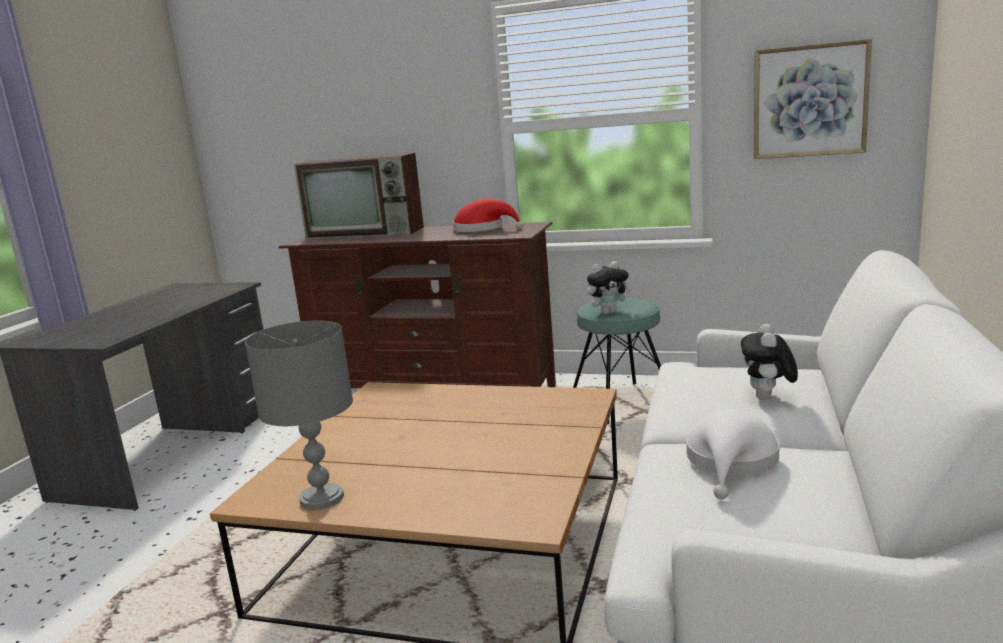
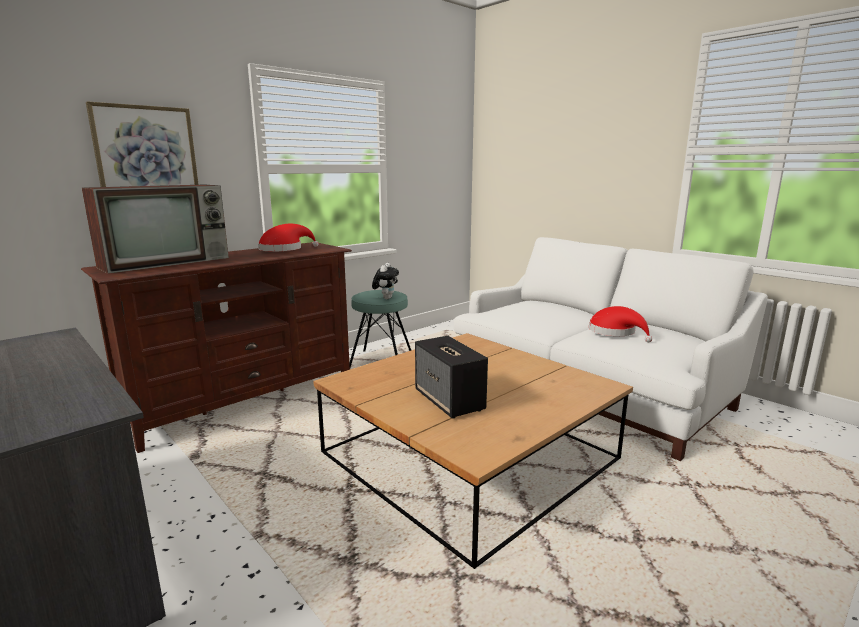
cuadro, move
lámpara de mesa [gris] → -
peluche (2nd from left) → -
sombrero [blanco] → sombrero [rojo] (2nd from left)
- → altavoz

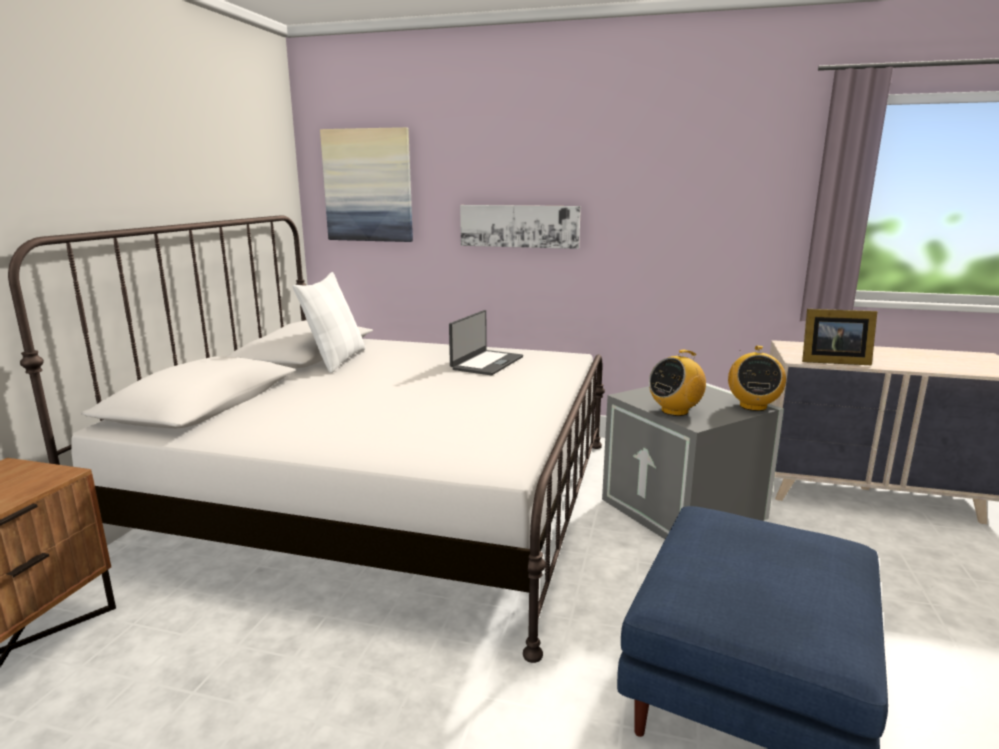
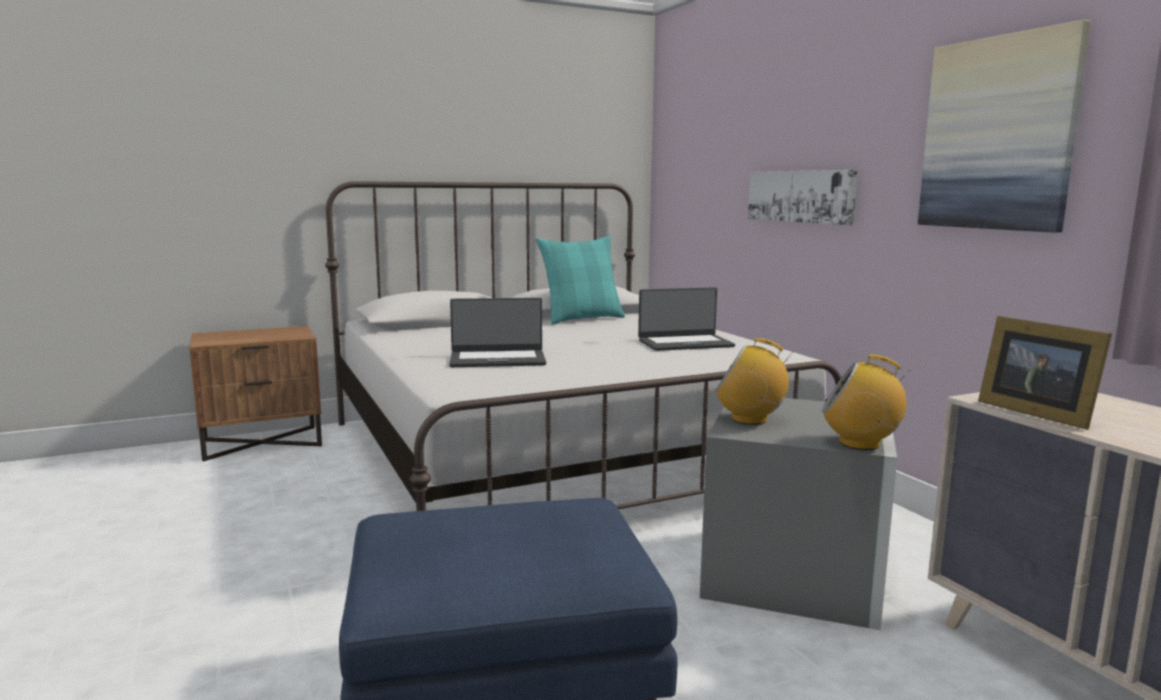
cuadro (1st from left in the first image) → cuadro (2nd from left), move
cojín [blanco] → cojín [turquesa]
radio (2nd from left), 45 degrees clockwise
- → portátil (1st from left)

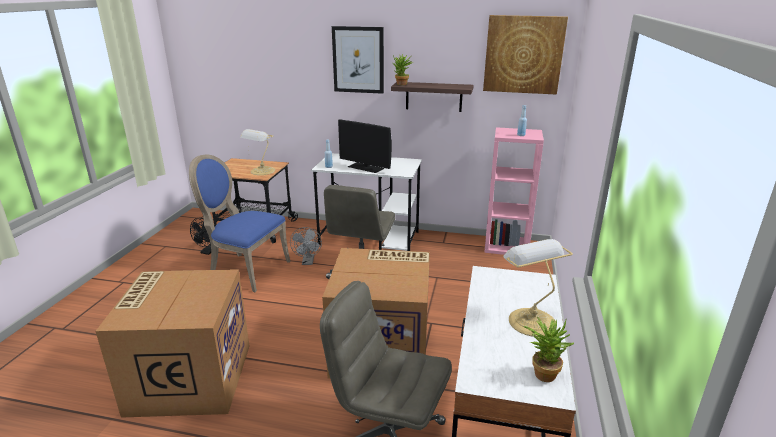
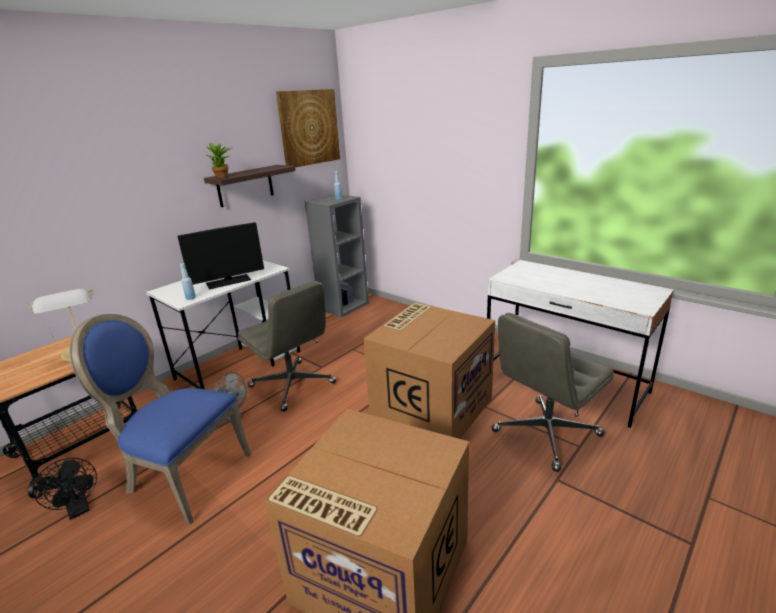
cuadro (1st from left) → -
estantería [rosa] → estantería [gris]
silla [azul], 60 degrees clockwise
lámpara de mesa (2nd from left) → -
planta en maceta (2nd from left) → -

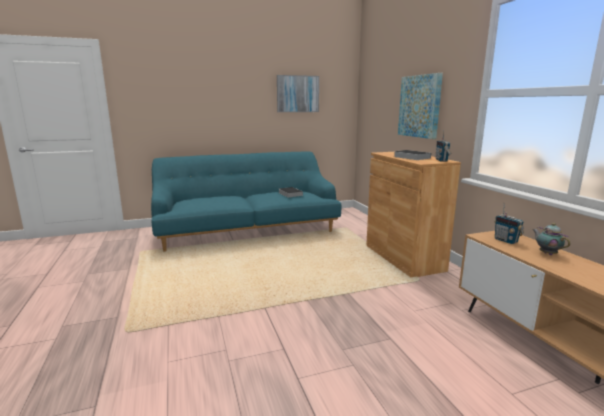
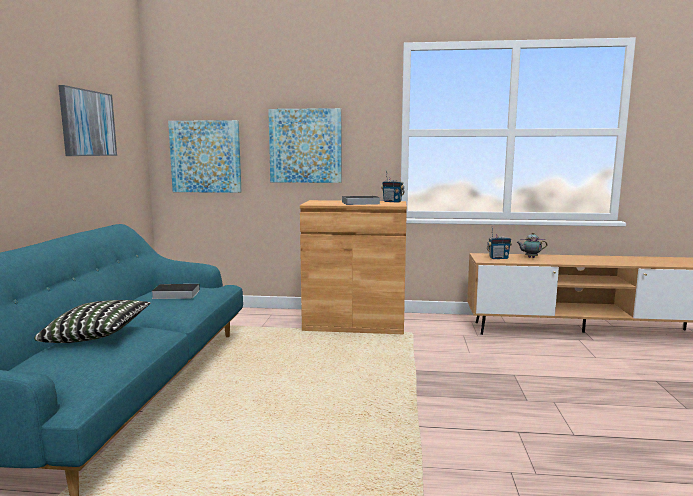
- → cuadro (2nd from left)
- → cojín

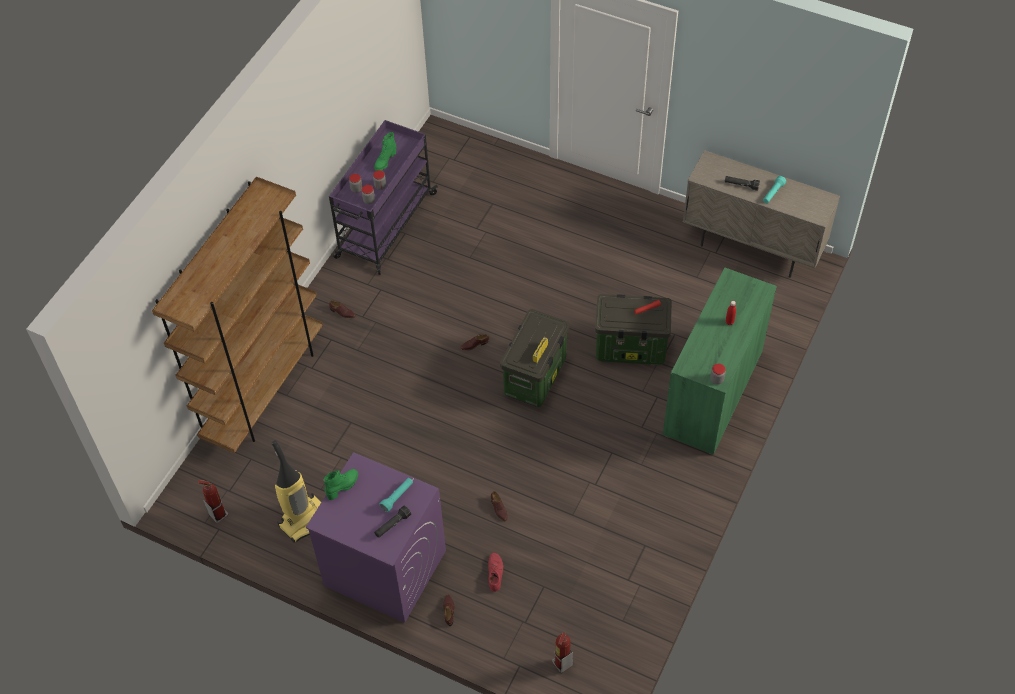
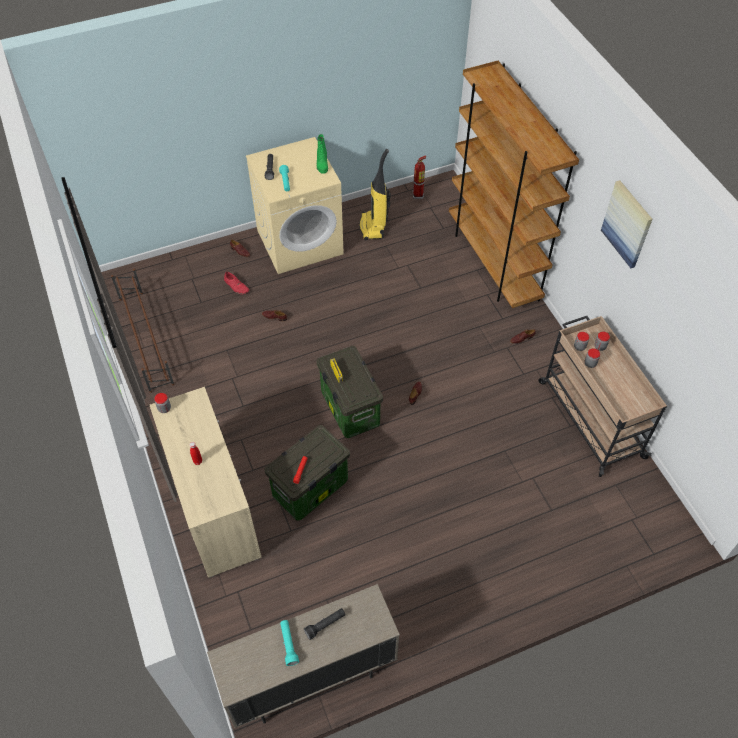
carrito [morado] → carrito [beis]
bota [verde] (2nd from left) → -
armario [verde] → armario [beis] (1st from left)
lavadora [morado] → lavadora [beis]
extintor (2nd from left) → -
- → cuadro
- → zapatero [marrón]

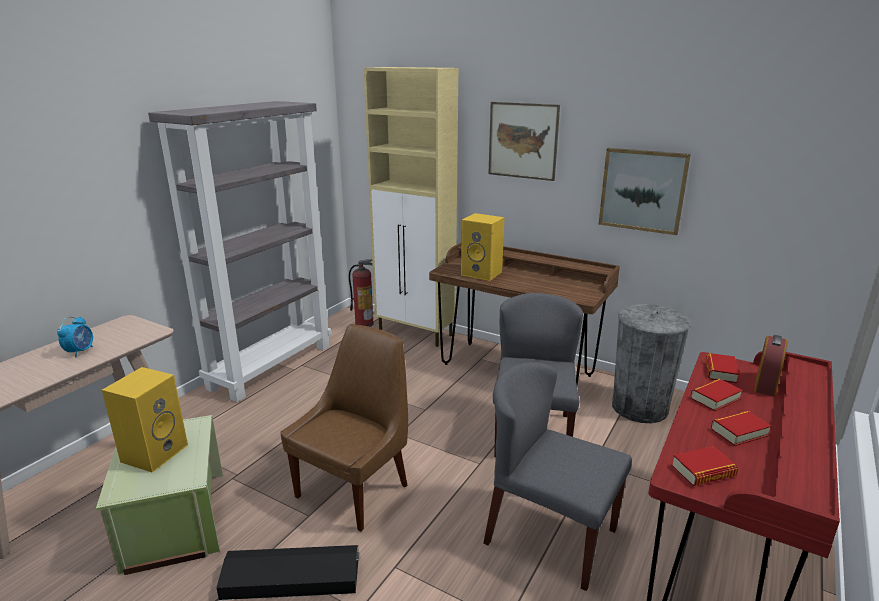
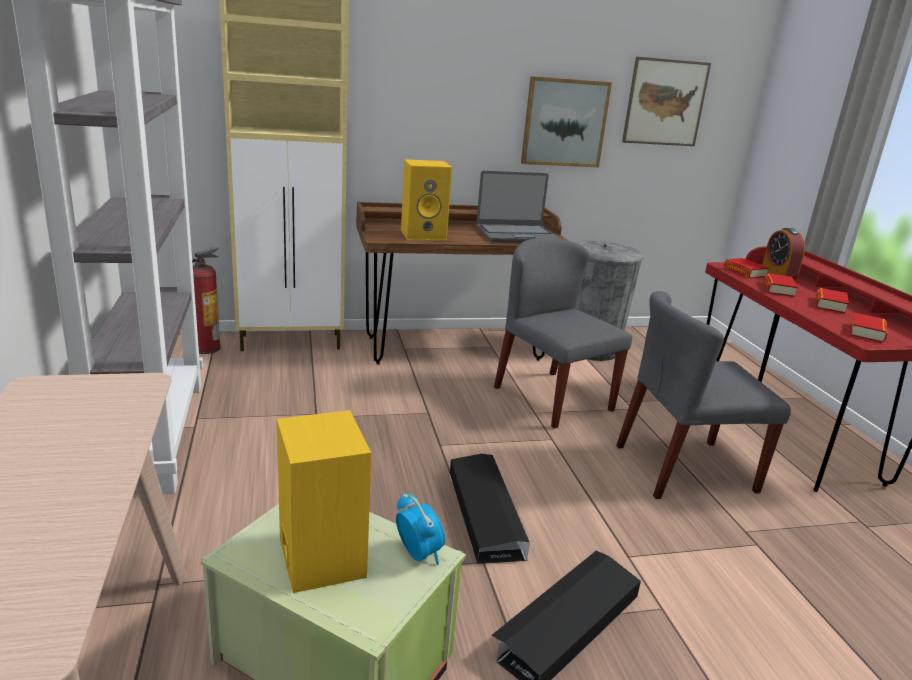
cuadro (1st from left in the first image) → cuadro (2nd from left), move
despertador (1st from left), move
silla [marrón] → caja de almacenaje [negro] (1st from left)
- → portátil

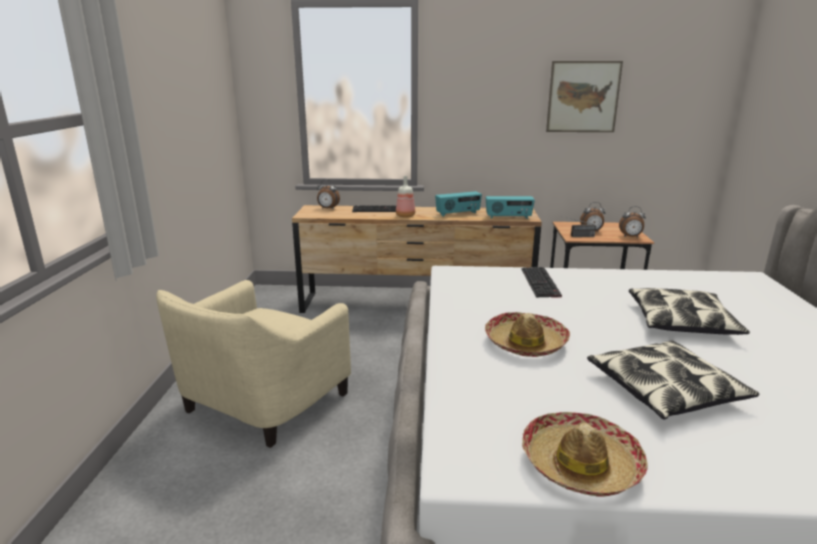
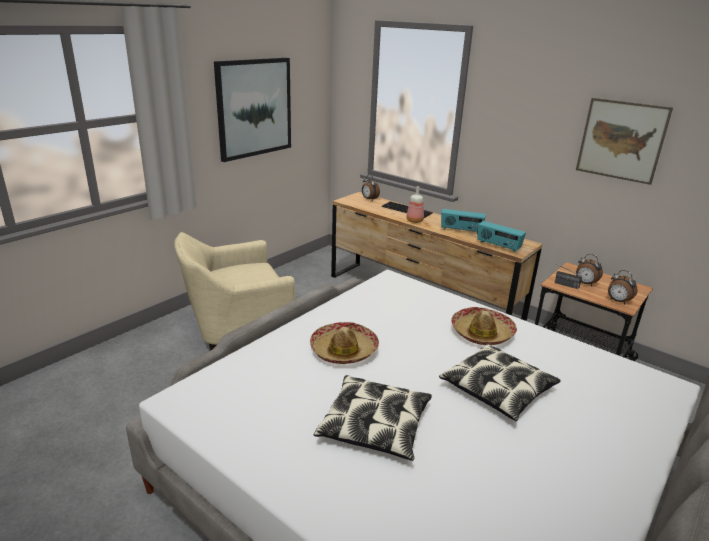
teclado (2nd from left) → -
sombrero (2nd from left), move
- → cuadro (1st from left)

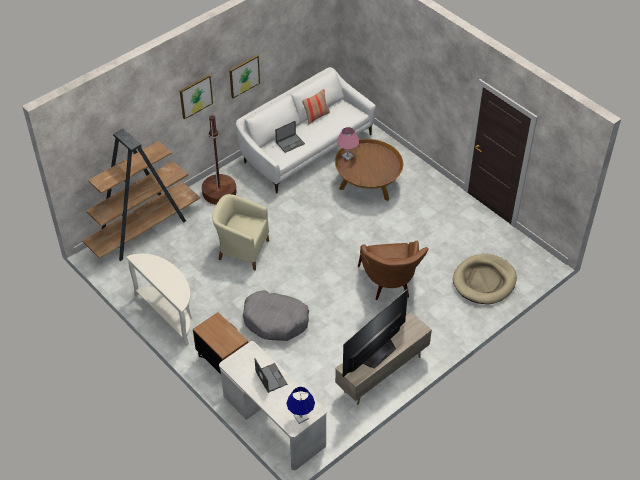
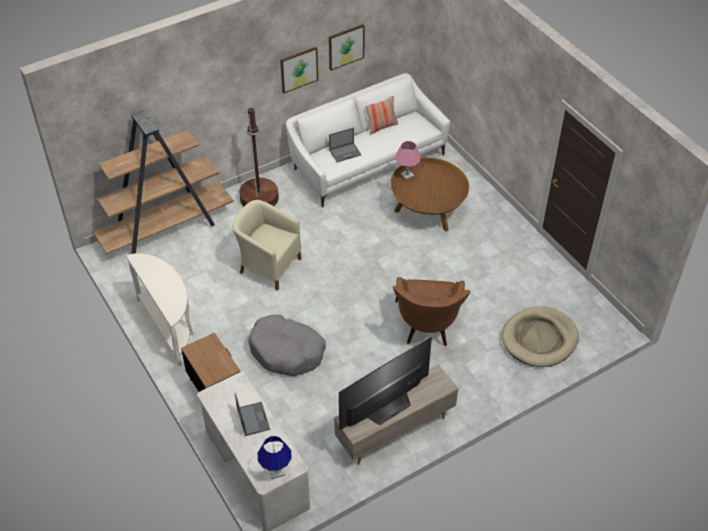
cuadro (1st from left in the first image) → cuadro (2nd from left), move

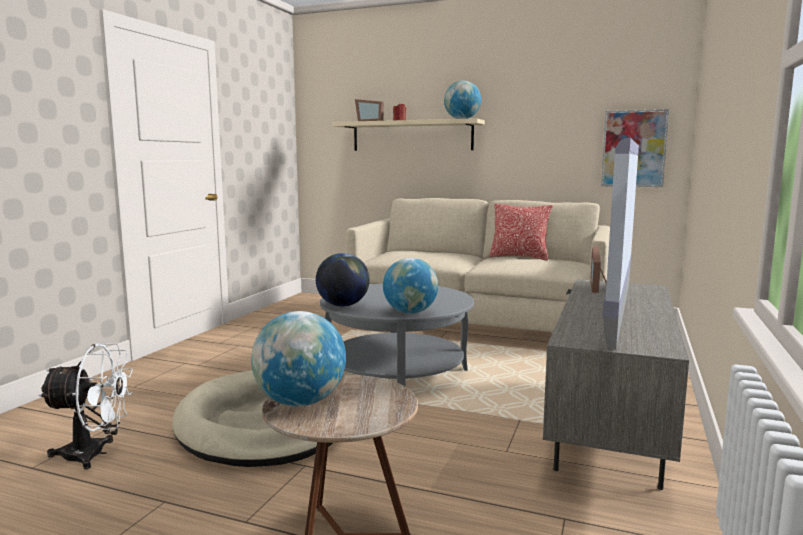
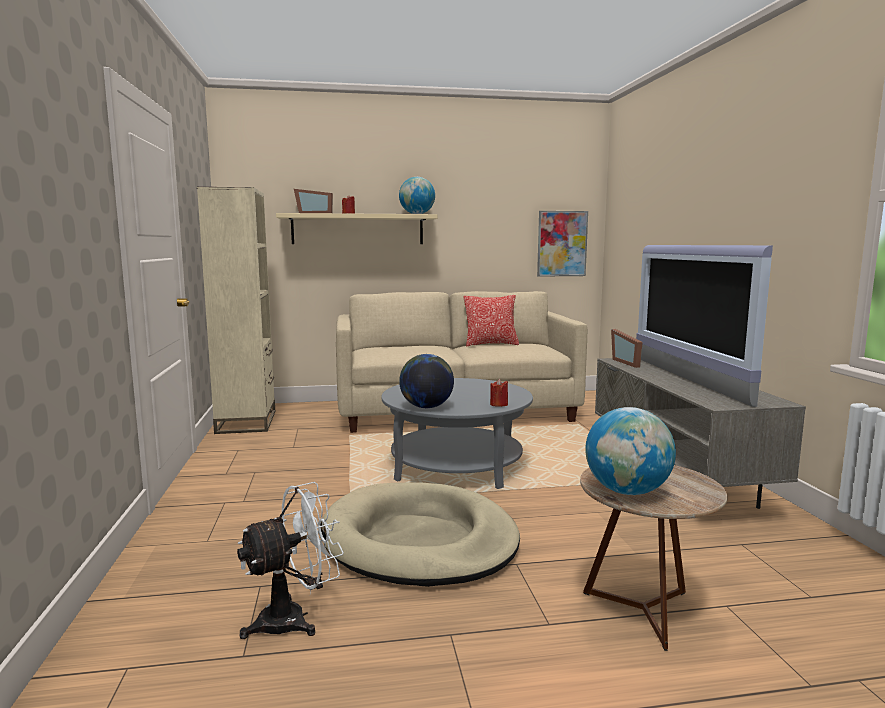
globo terráqueo (3rd from left) → vela [rojo] (2nd from left)
- → estantería [beis]

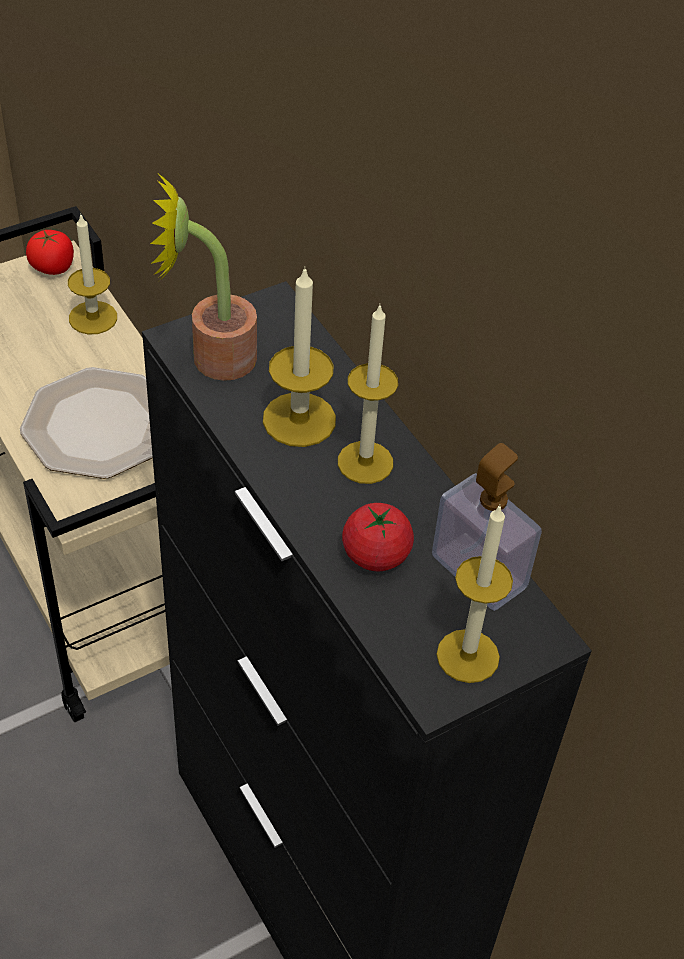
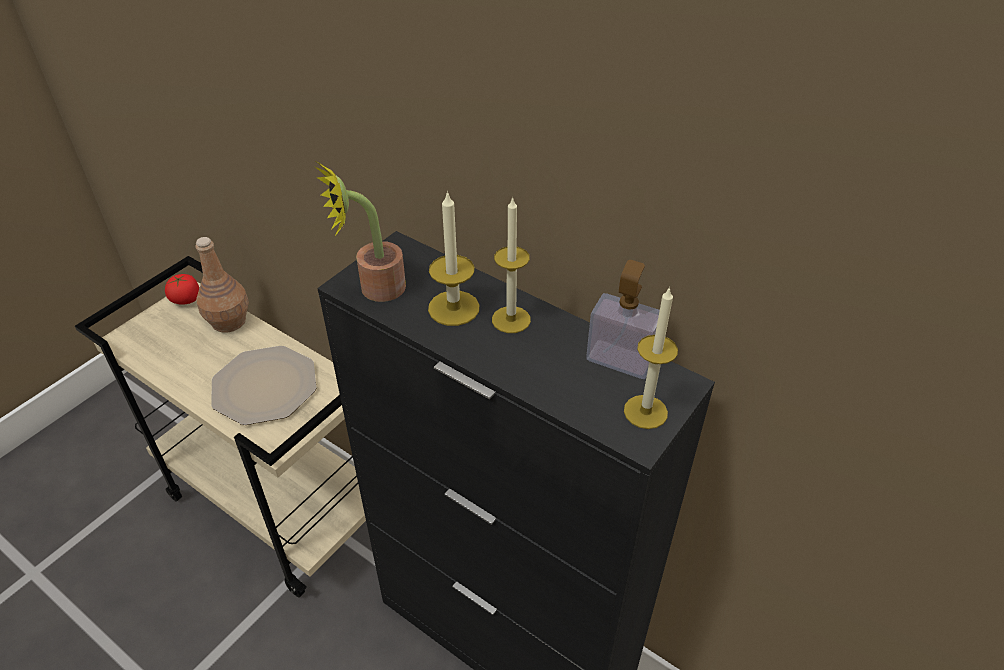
vela (1st from left) → botella [marrón]
tomate (2nd from left) → -

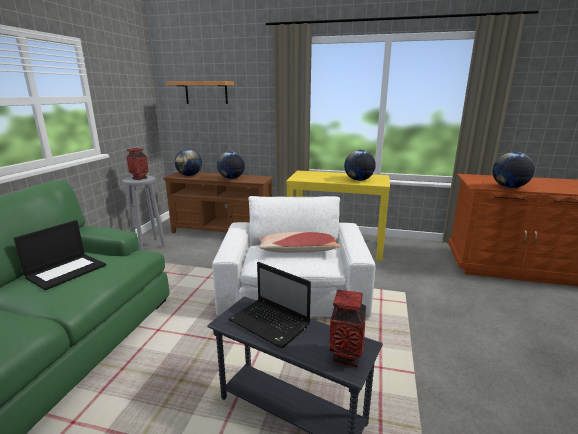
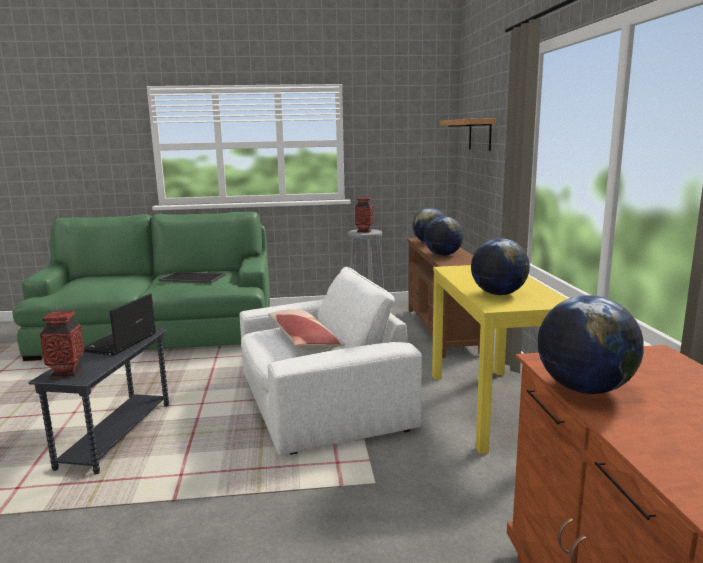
portátil (1st from left) → bandeja

